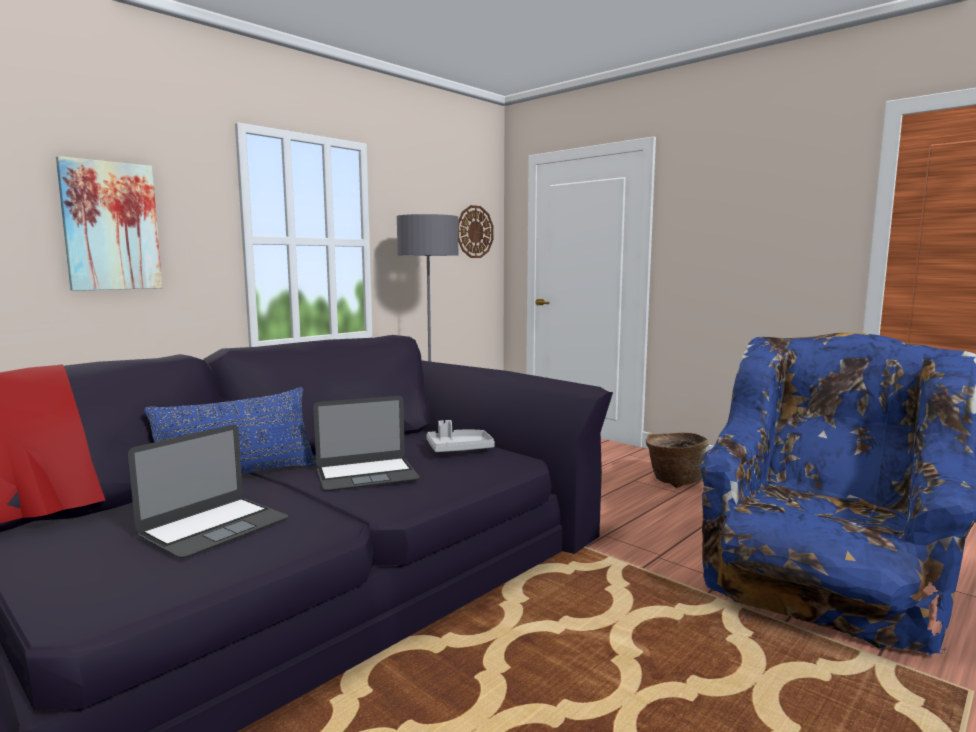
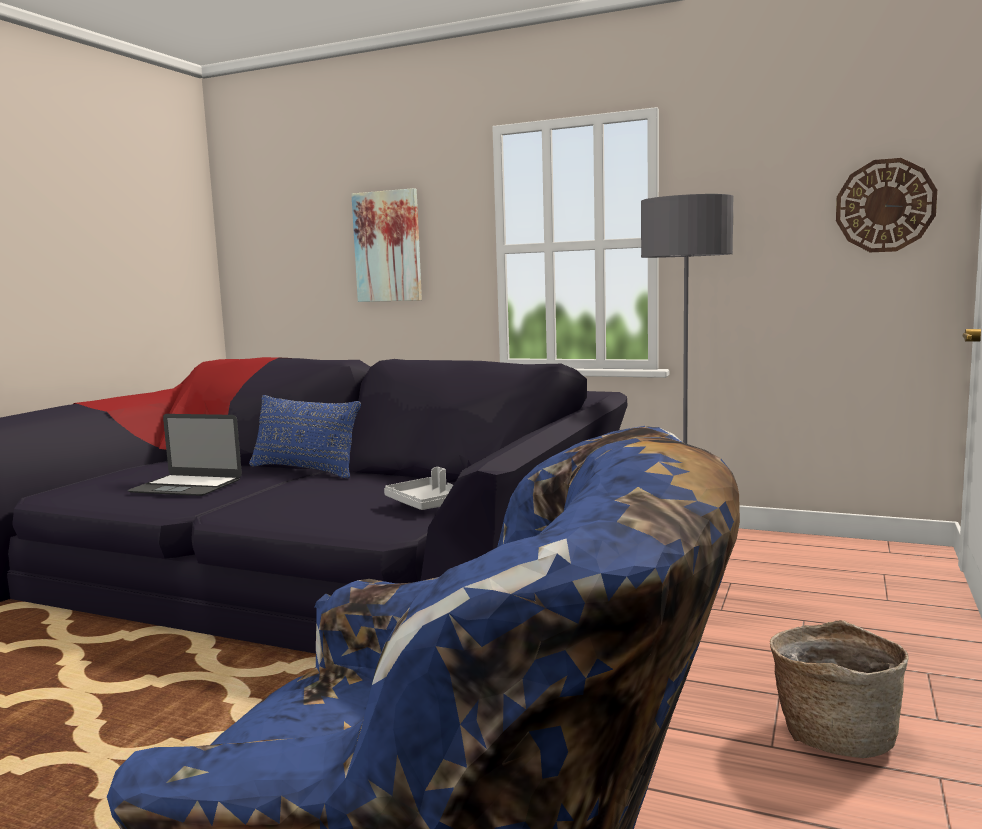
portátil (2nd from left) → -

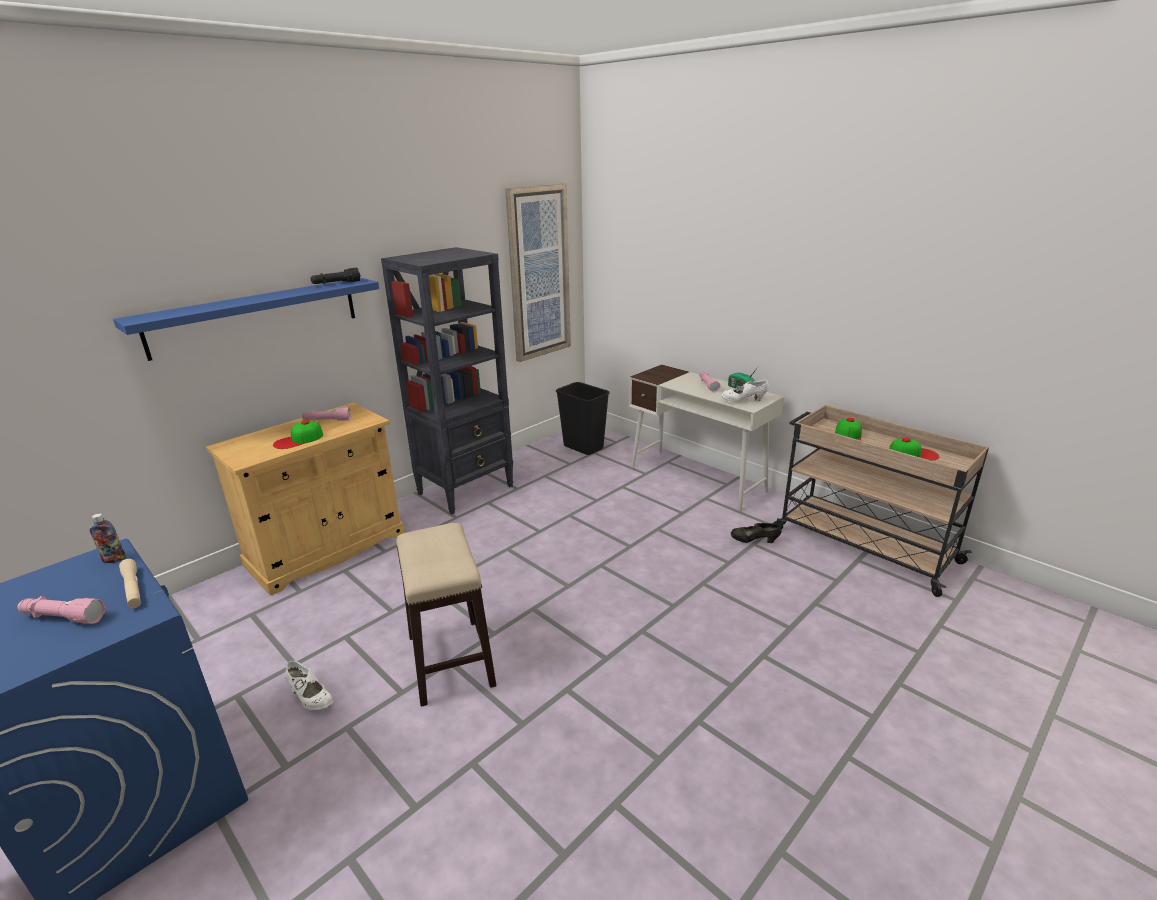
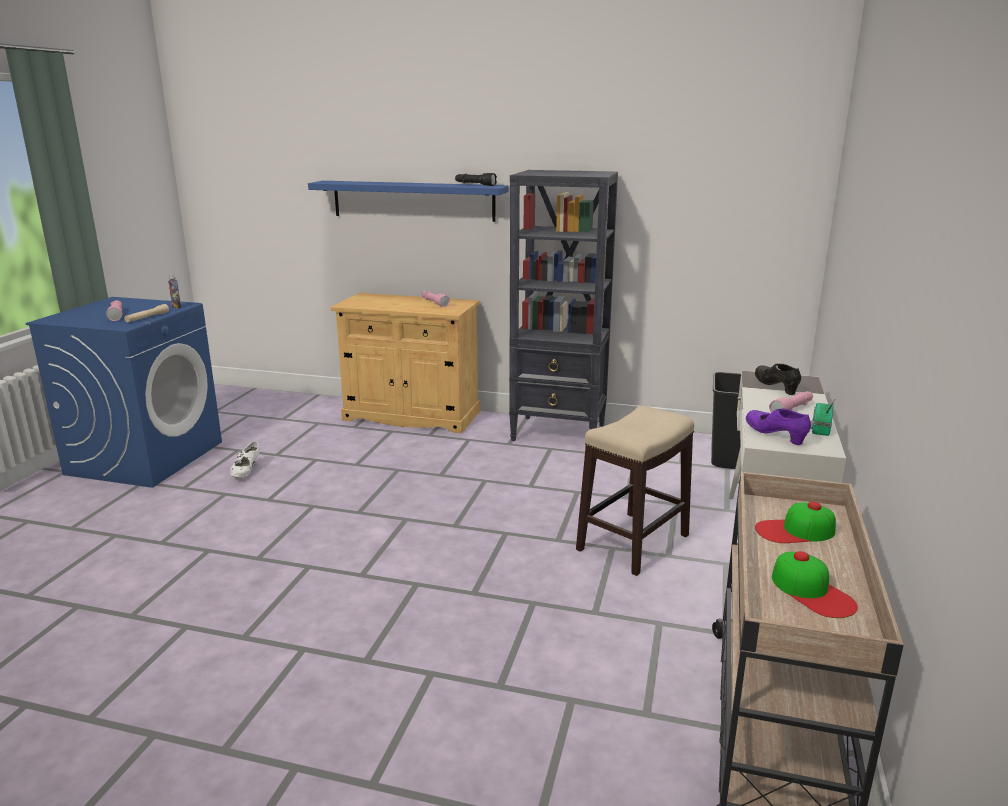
cuadro → -
zapato [blanco] (2nd from left) → zapato [morado]
gorra (1st from left) → -
taburete, move
zapato [negro], move

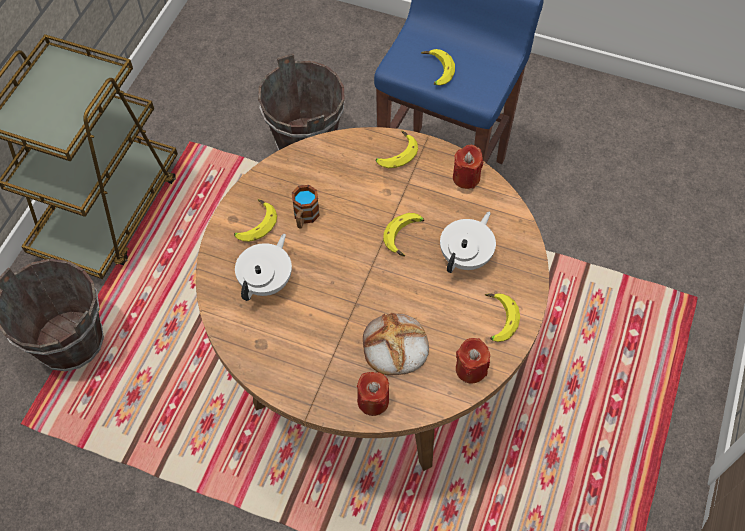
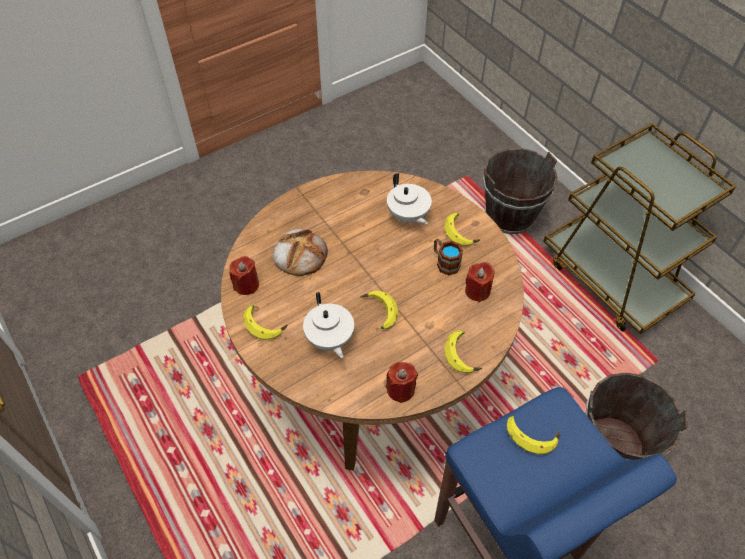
vela [rojo] (1st from left in the first image) → vela [rojo] (3rd from left), move

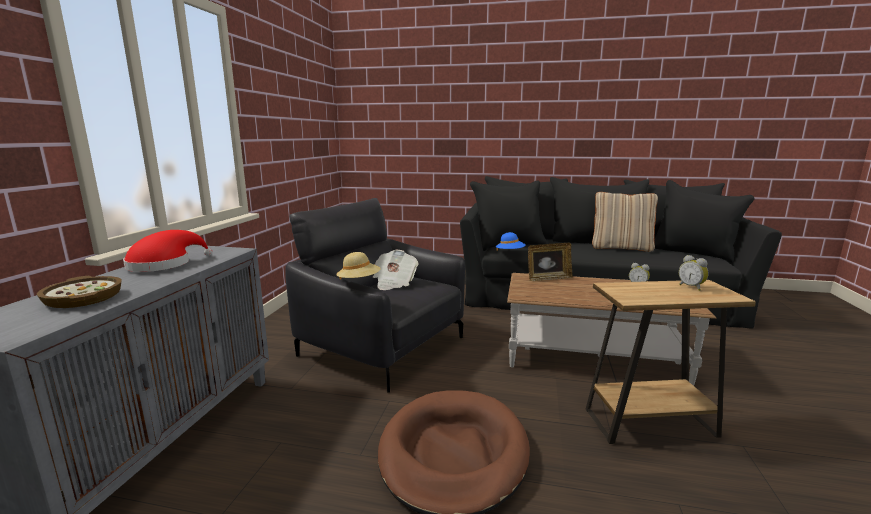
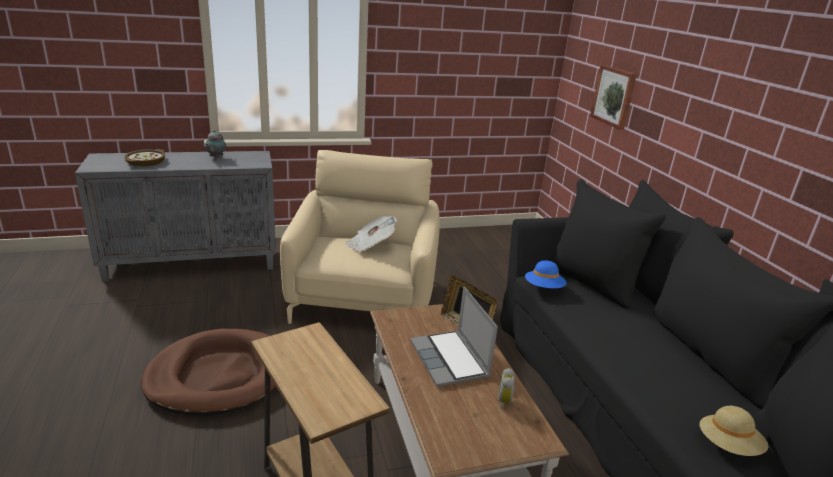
cojín [beis] → -
sillón [negro] → sillón [beis]
sombrero [rojo] → tetera
sombrero [beis], move
despertador (2nd from left) → -
- → cuadro
- → portátil

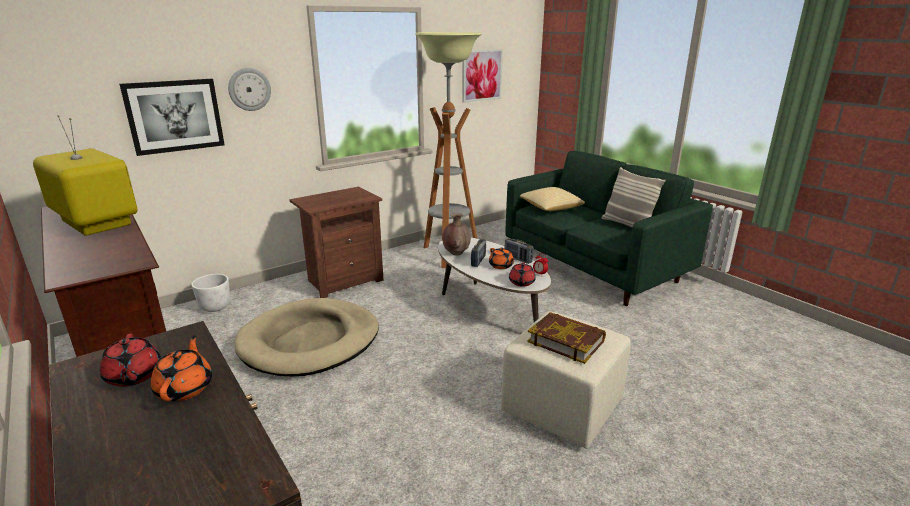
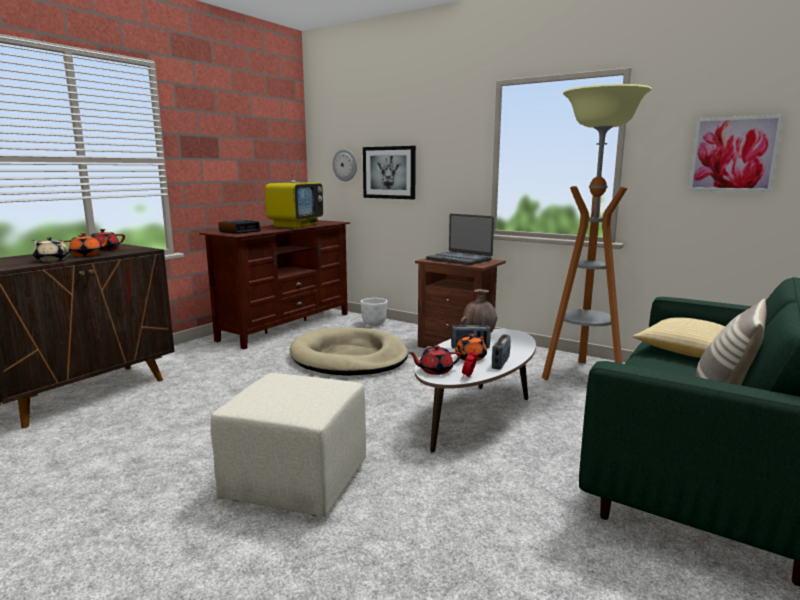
reloj de pared, move
libro → -
- → portátil
- → despertador (1st from left)
- → tetera [beis]

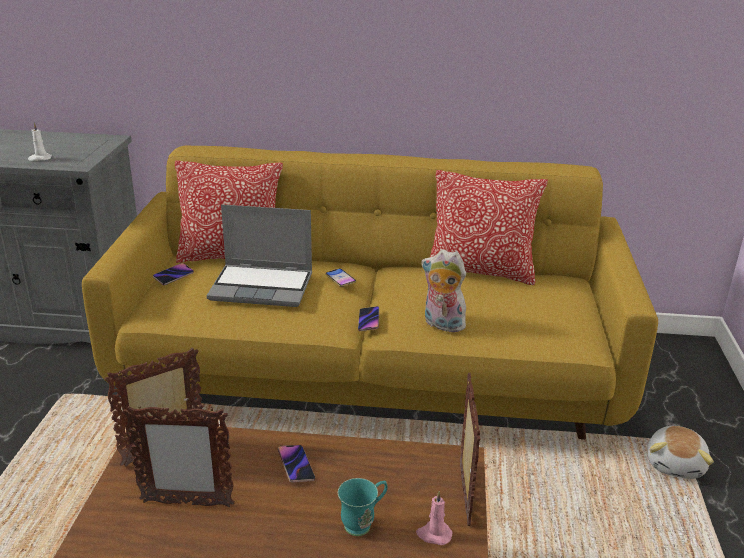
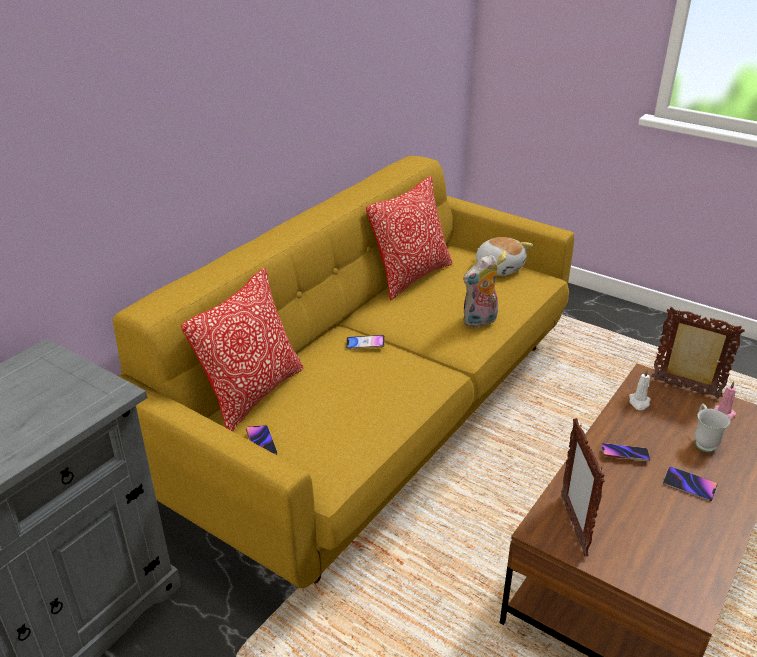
vela [blanco], move
portátil → -
móvil (4th from left), move
portarretratos (2nd from left) → -
peluche (2nd from left), move
taza grande [turquesa] → taza grande [blanco]

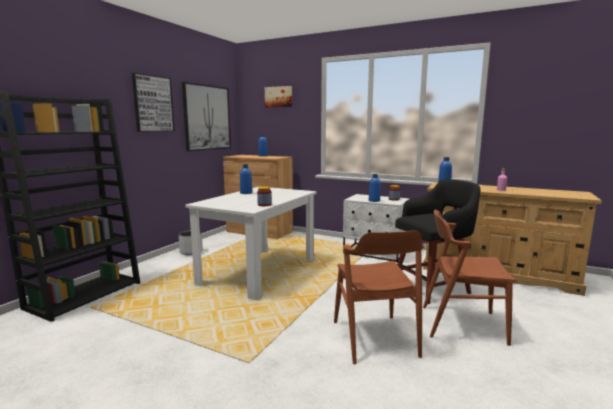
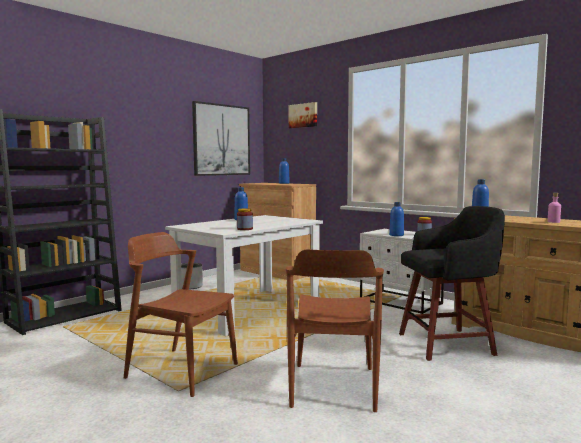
cuadro (1st from left) → -
silla [marrón] (2nd from left in the first image) → silla [marrón] (1st from left), move

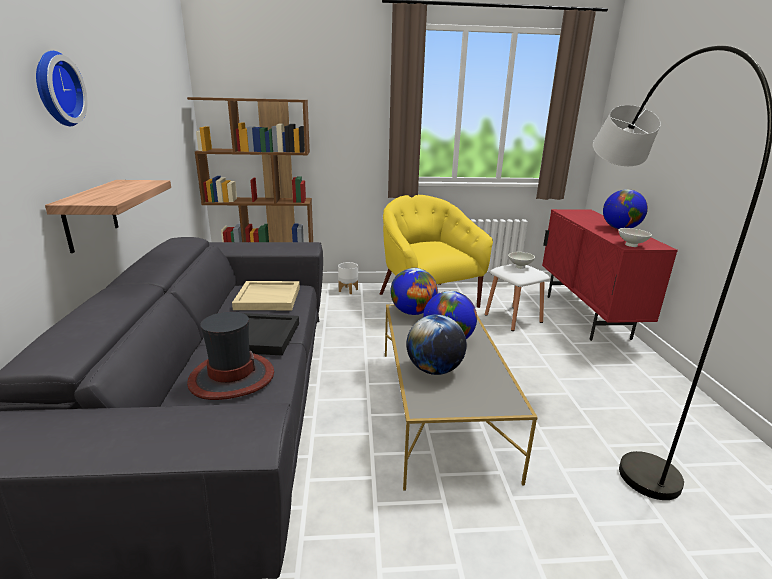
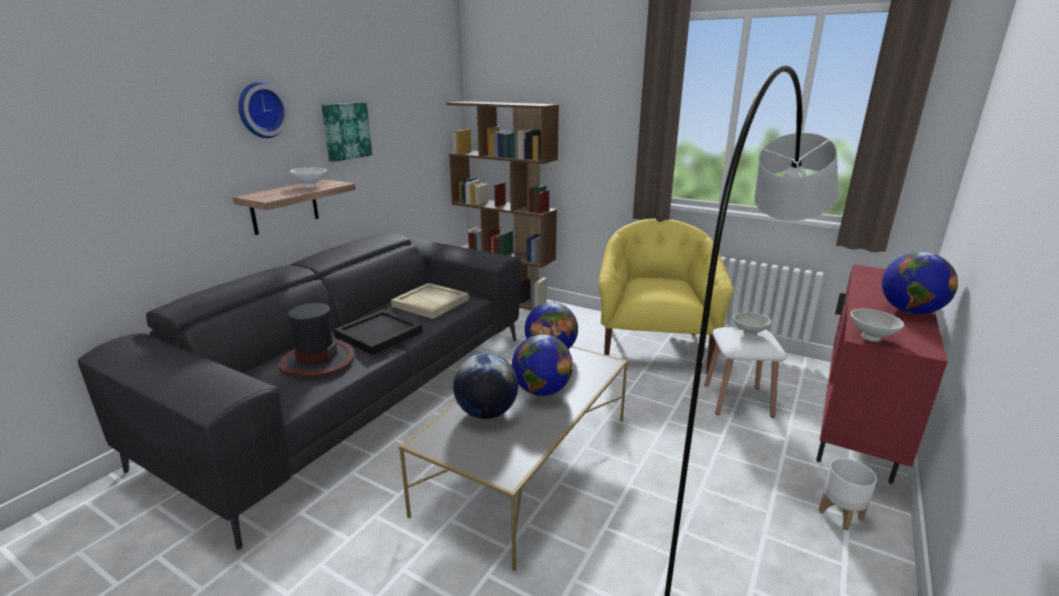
maceta [blanco], move
- → cuadro
- → cuenco [blanco] (1st from left)

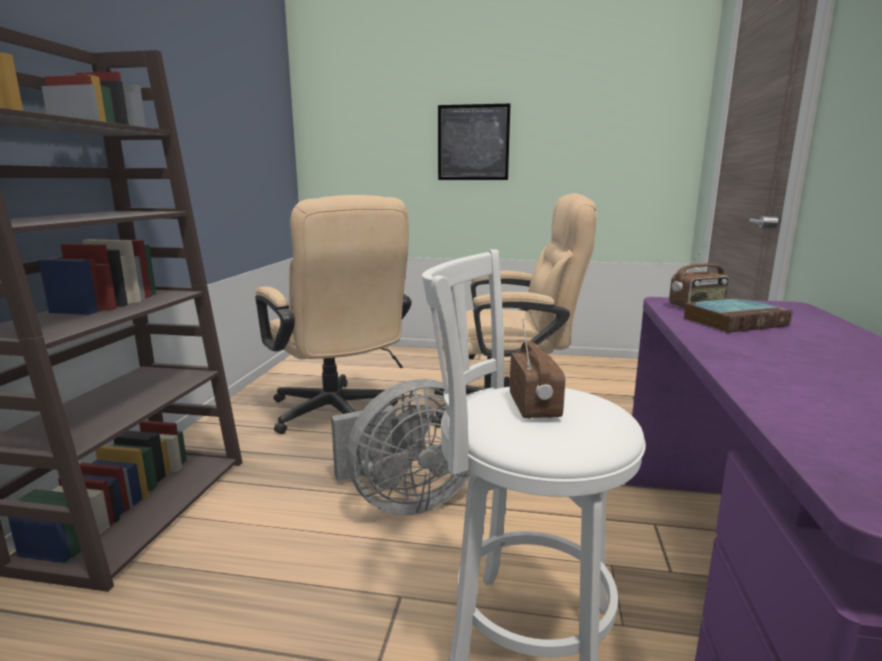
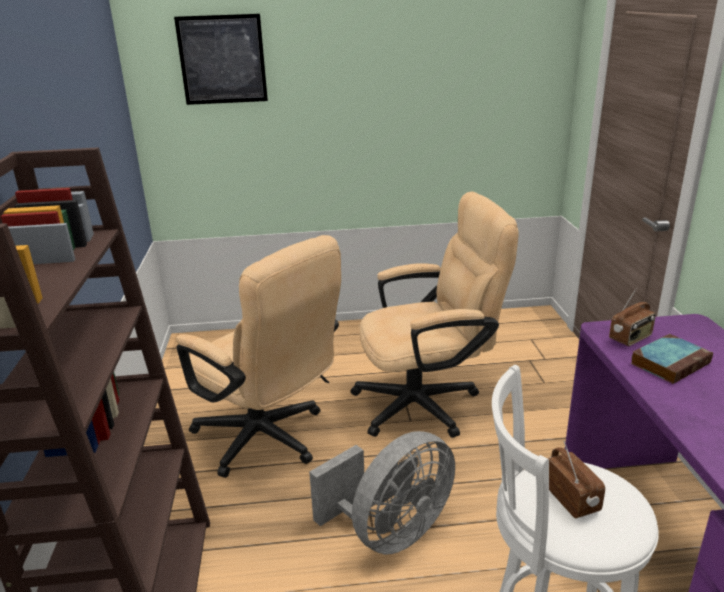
cuadro, move

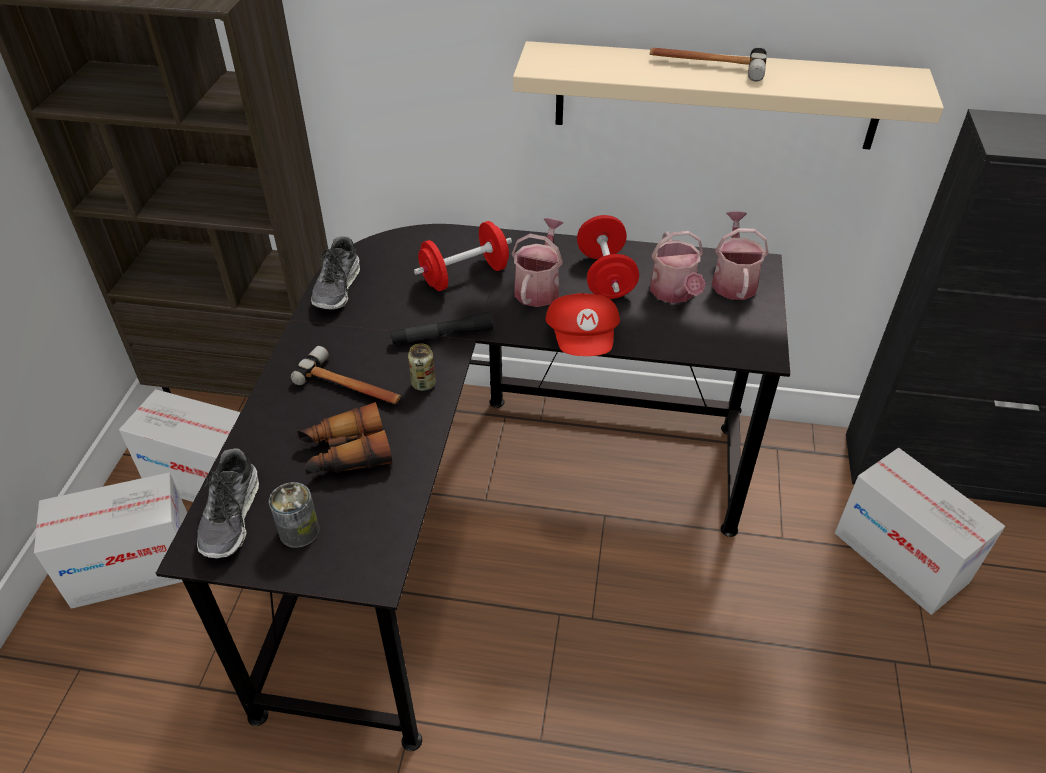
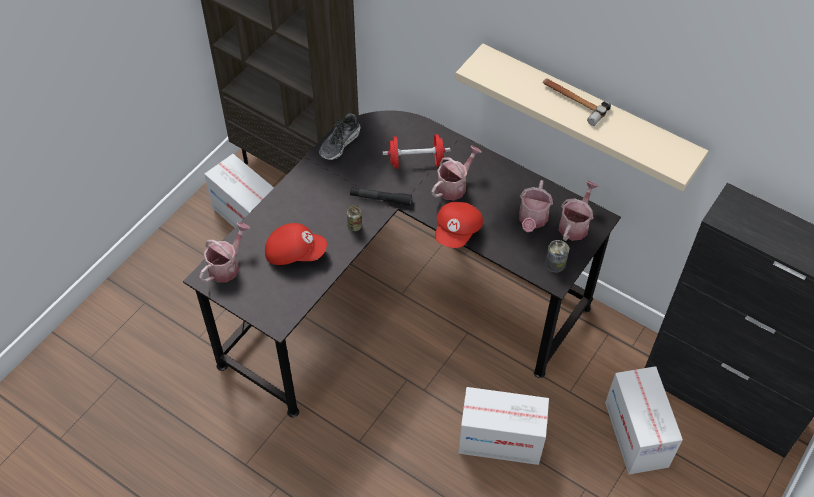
mancuerna [rojo] (2nd from left) → -
martillo (1st from left) → -
prismáticos → gorra [rojo] (1st from left)
zapato (1st from left) → regadera (1st from left)
caja de cartón (1st from left in the first image) → caja de cartón (2nd from left), move
lata (1st from left in the first image) → lata (2nd from left), move

